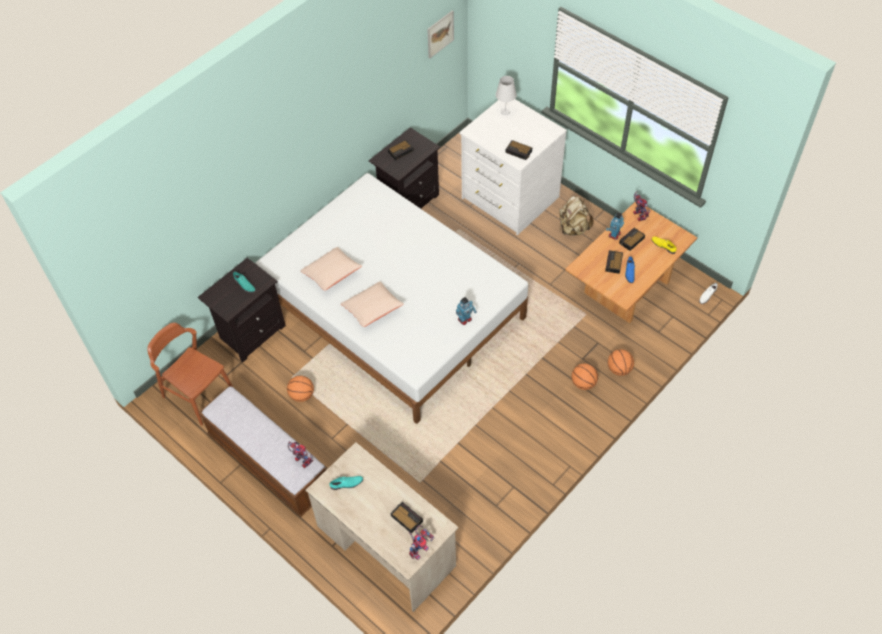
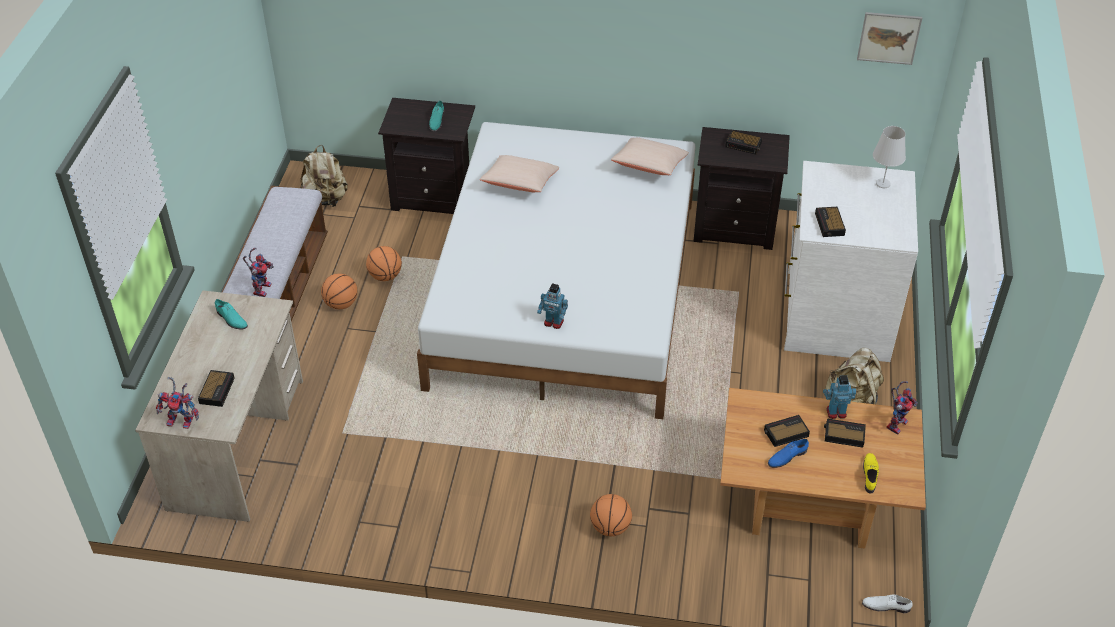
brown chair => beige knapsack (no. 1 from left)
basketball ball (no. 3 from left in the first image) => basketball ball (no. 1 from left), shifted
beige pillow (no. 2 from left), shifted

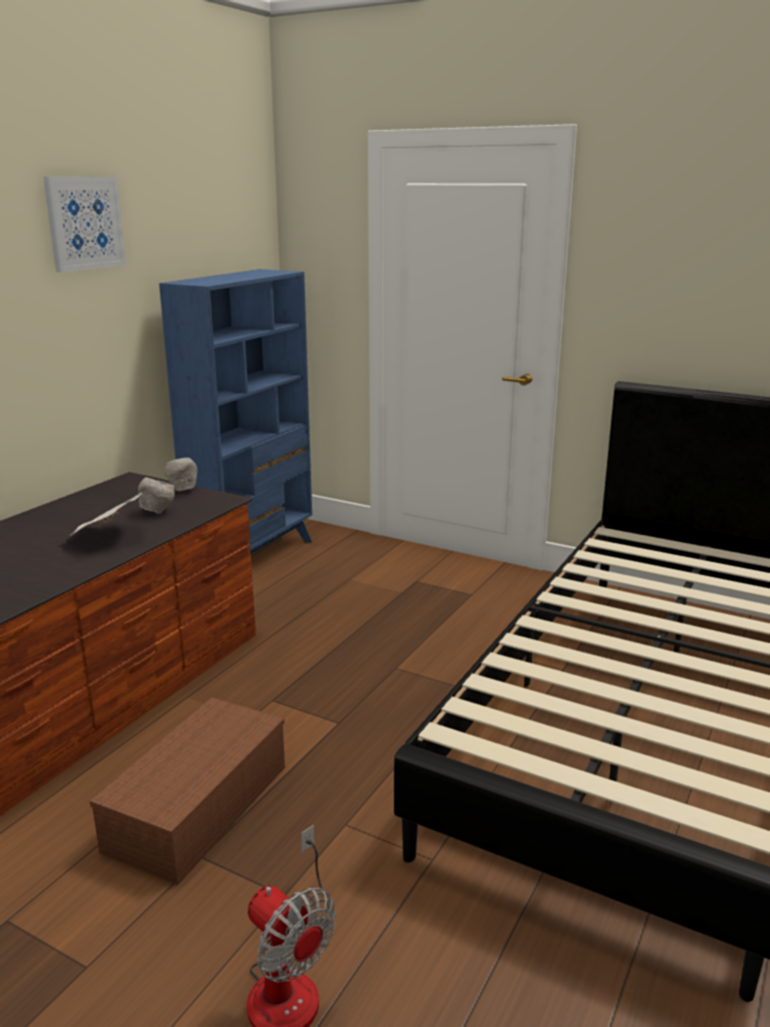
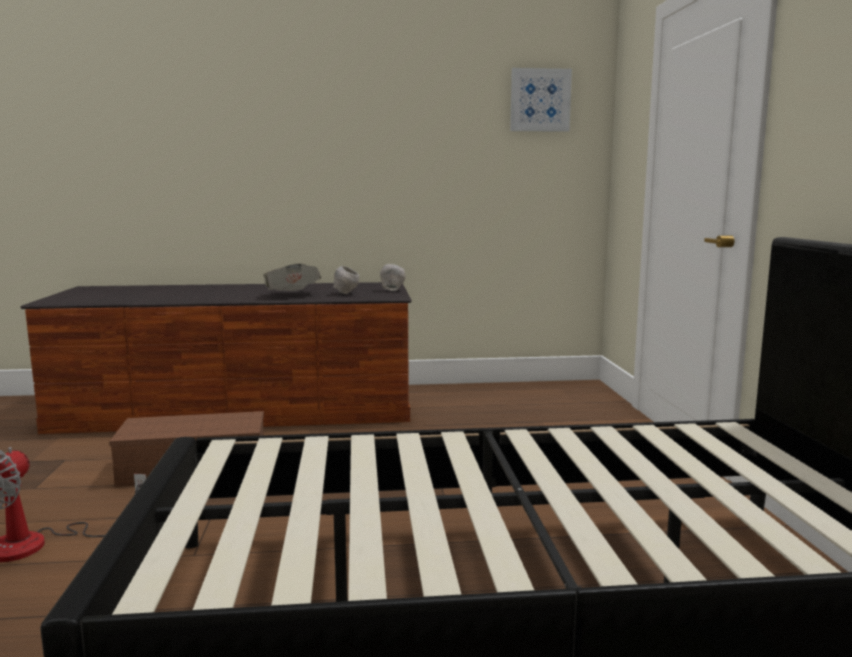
wall art, shifted
blue bookcase => nothing

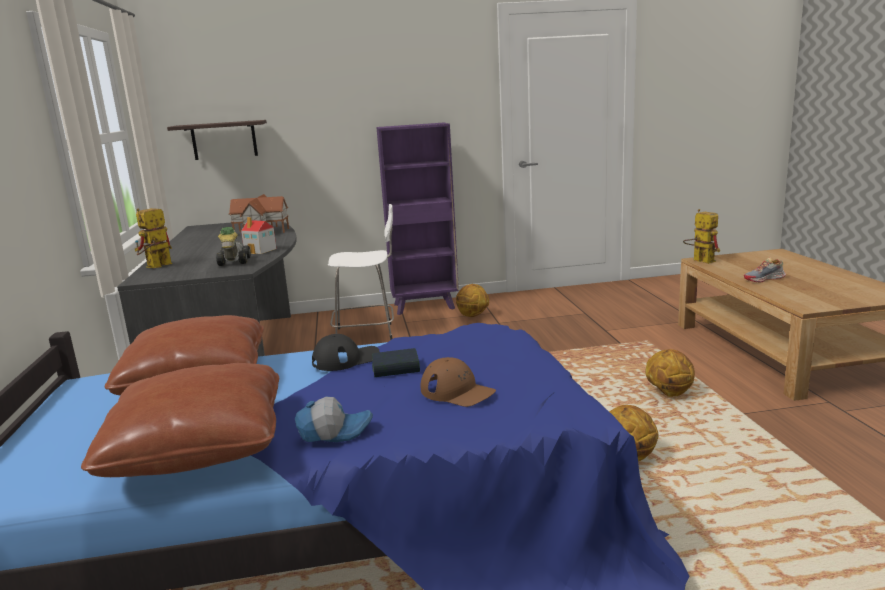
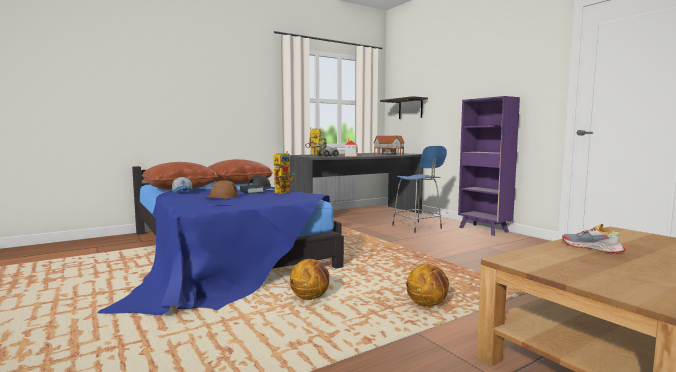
robot figure (no. 2 from left in the first image) => robot figure (no. 1 from left), shifted
white-coloured stool seat => blue stool seat
basketball ball (no. 1 from left) => nothing

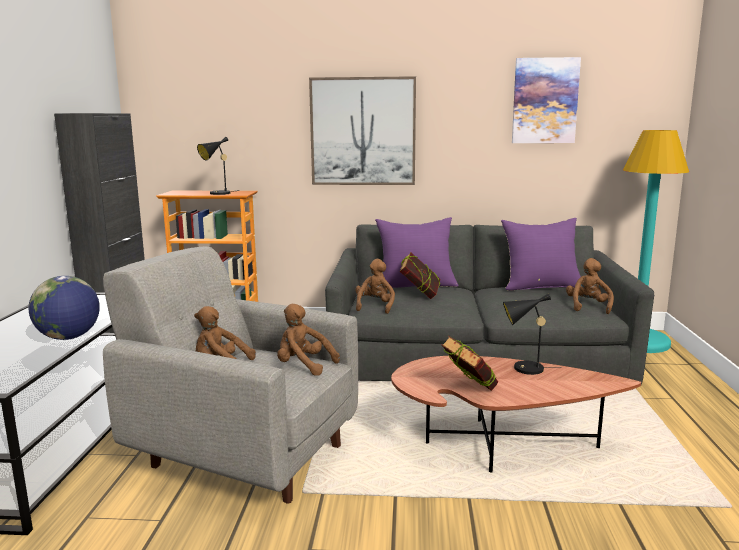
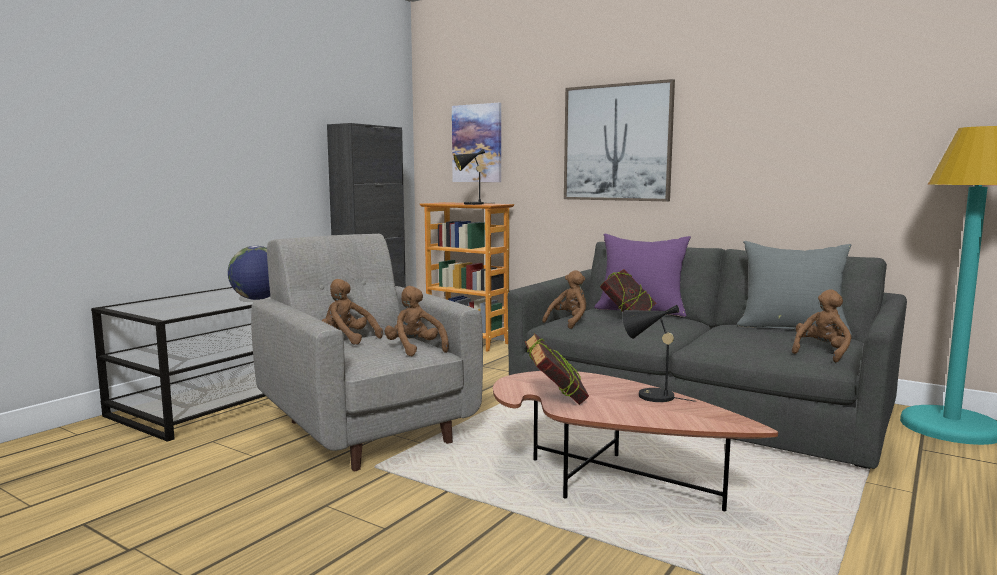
wall art (no. 2 from left in the first image) => wall art (no. 1 from left), shifted
purplish pillow (no. 2 from left) => grey pillow

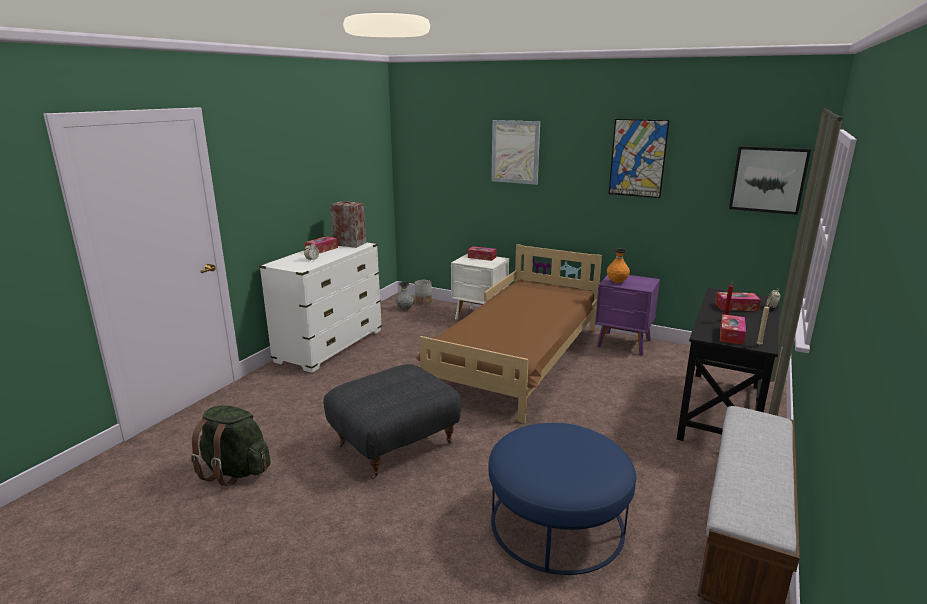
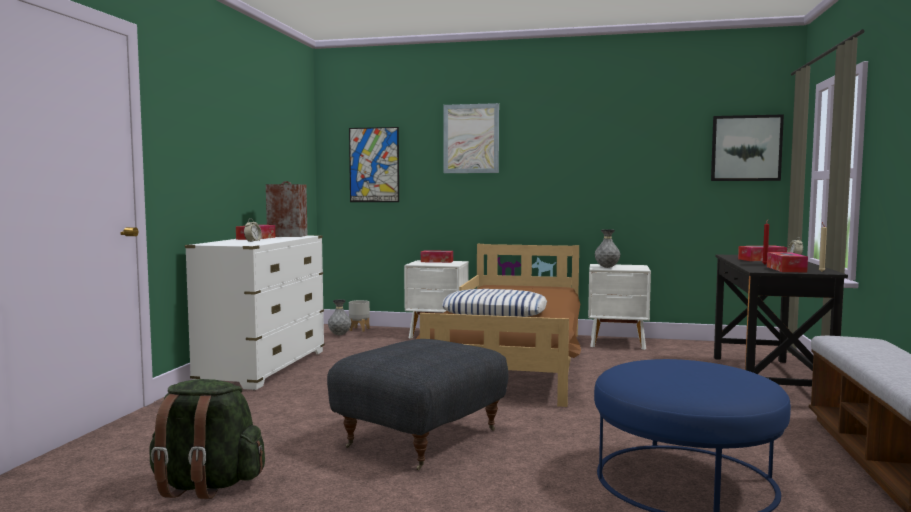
wall art (no. 2 from left in the first image) => wall art (no. 1 from left), shifted
nothing => pillow
purplish bedside table => white-coloured bedside table (no. 2 from left)
orangey vase => grey vase (no. 2 from left)

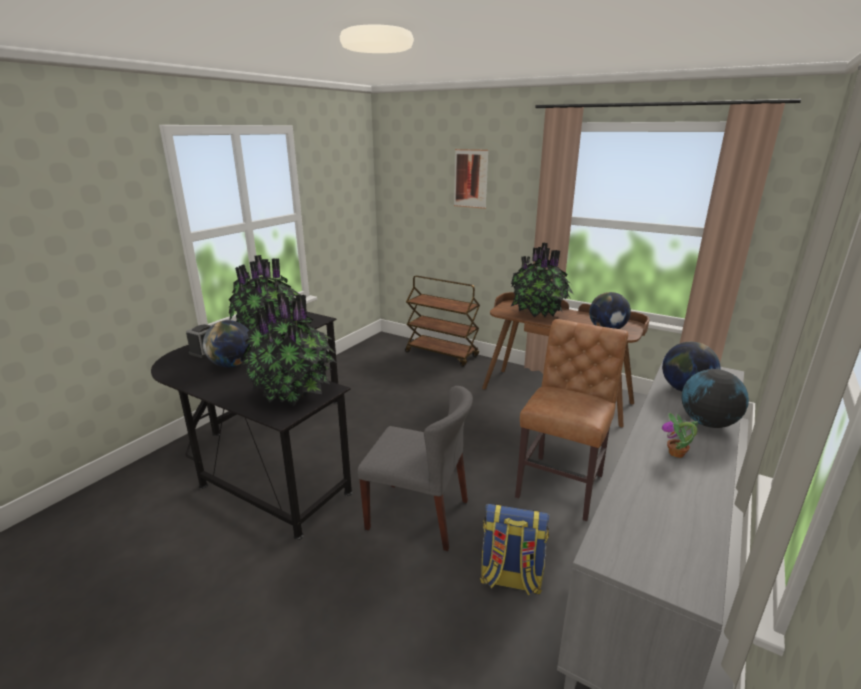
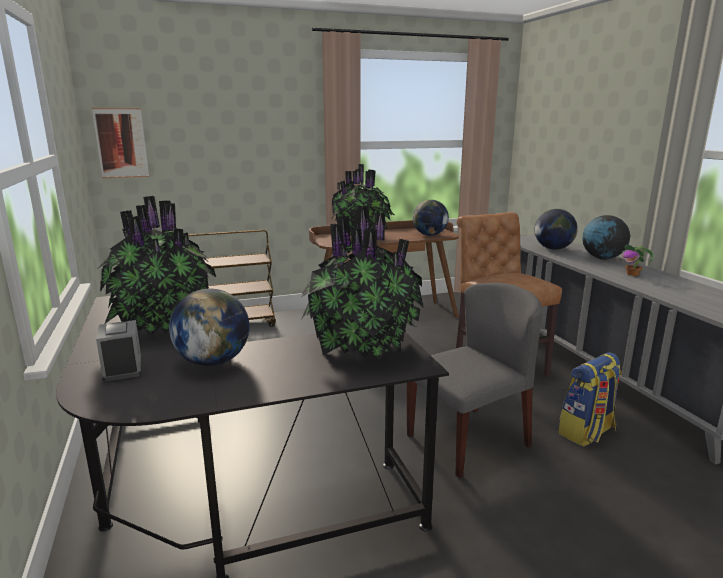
wall art, shifted

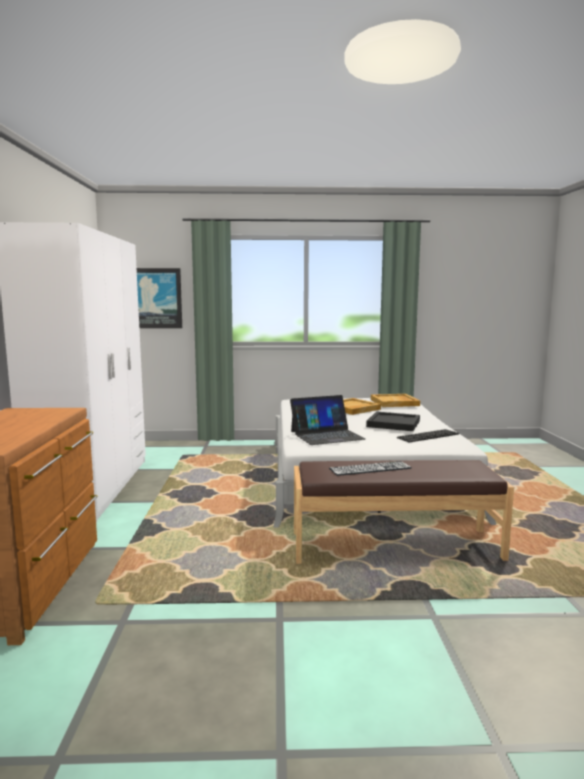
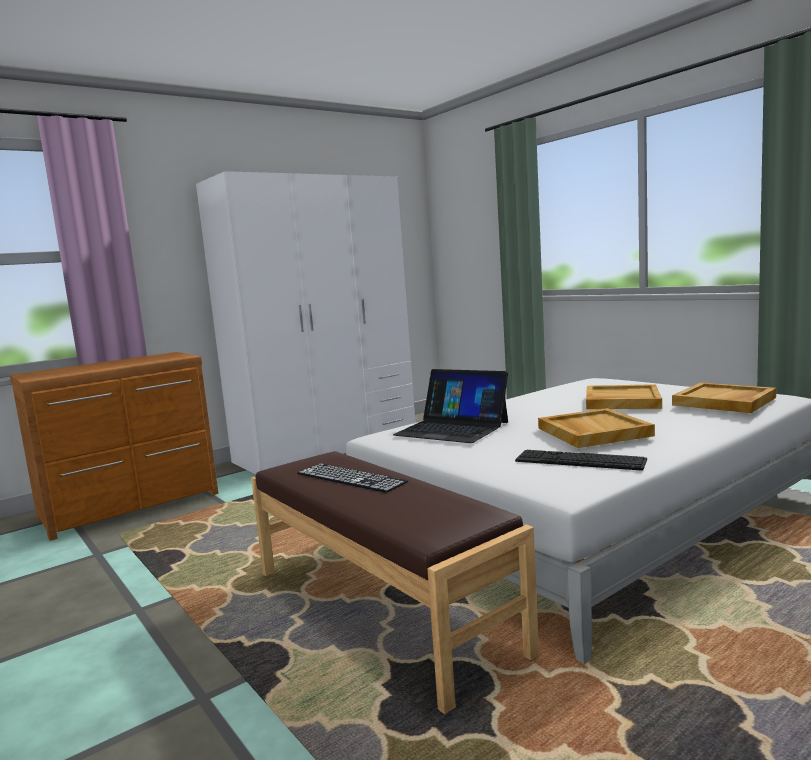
black carrying tray => beige carrying tray (no. 1 from left)
wall art => nothing

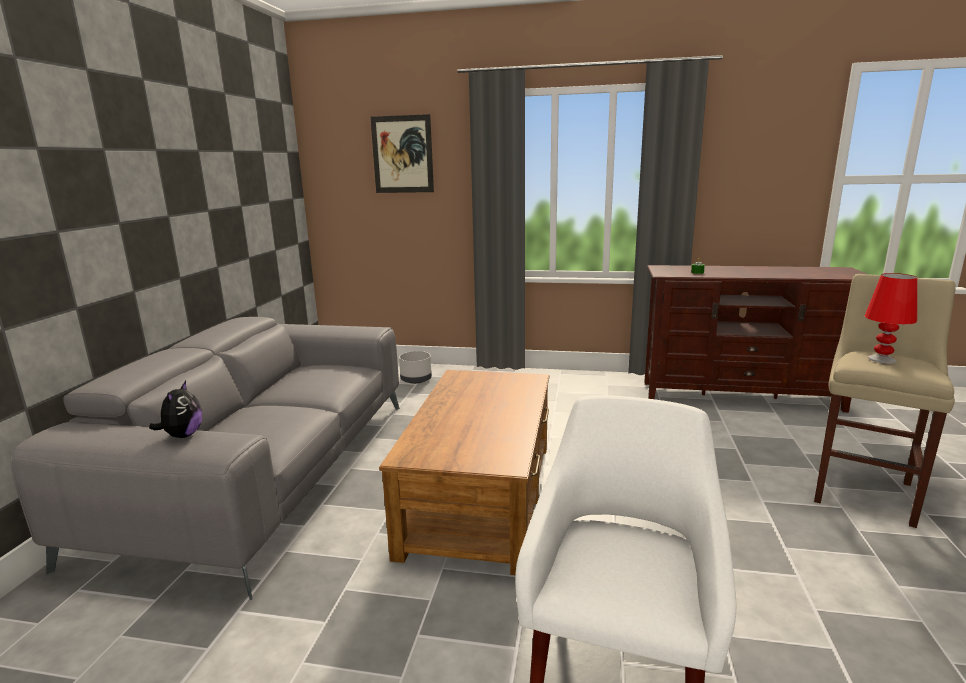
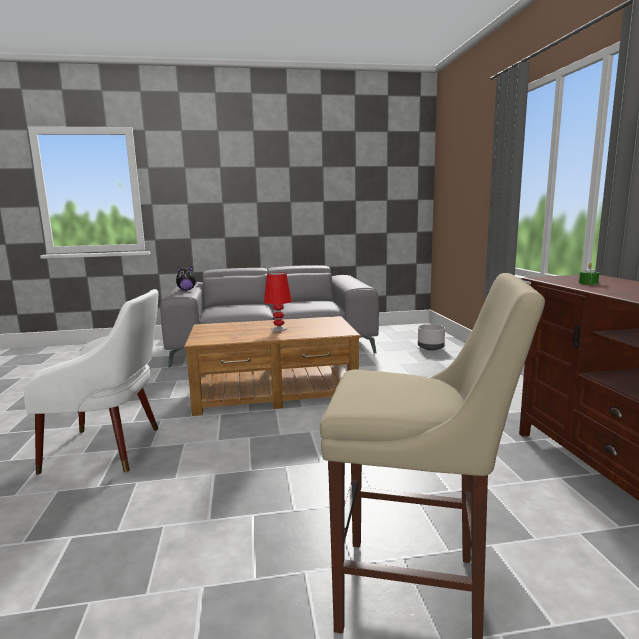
red tabletop lamp, shifted
wall art => nothing

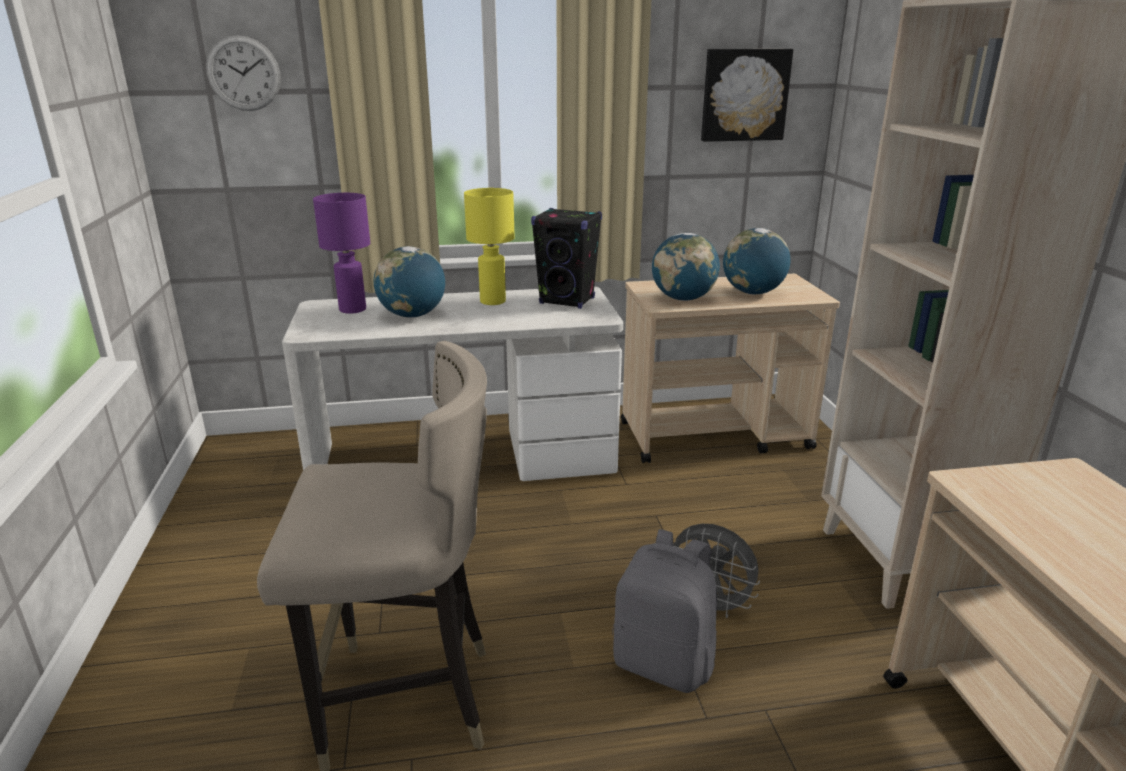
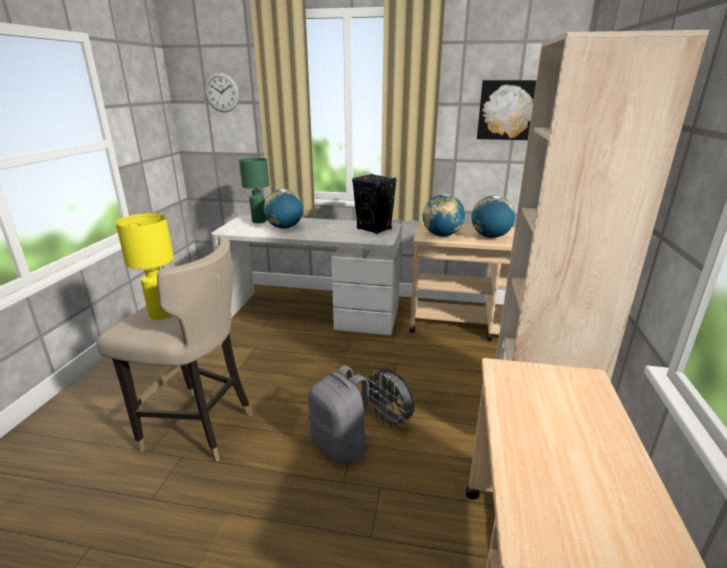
yellowish tabletop lamp, shifted
purplish tabletop lamp => green tabletop lamp

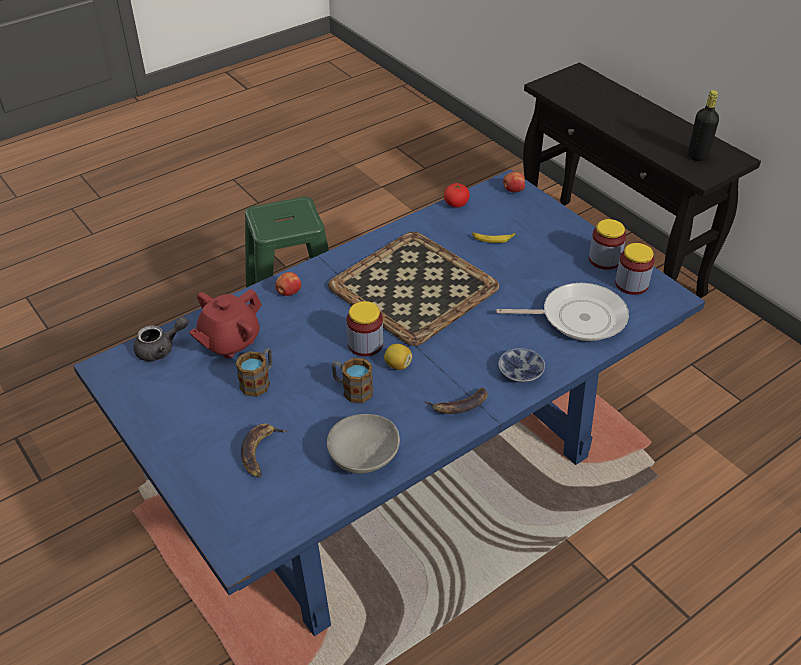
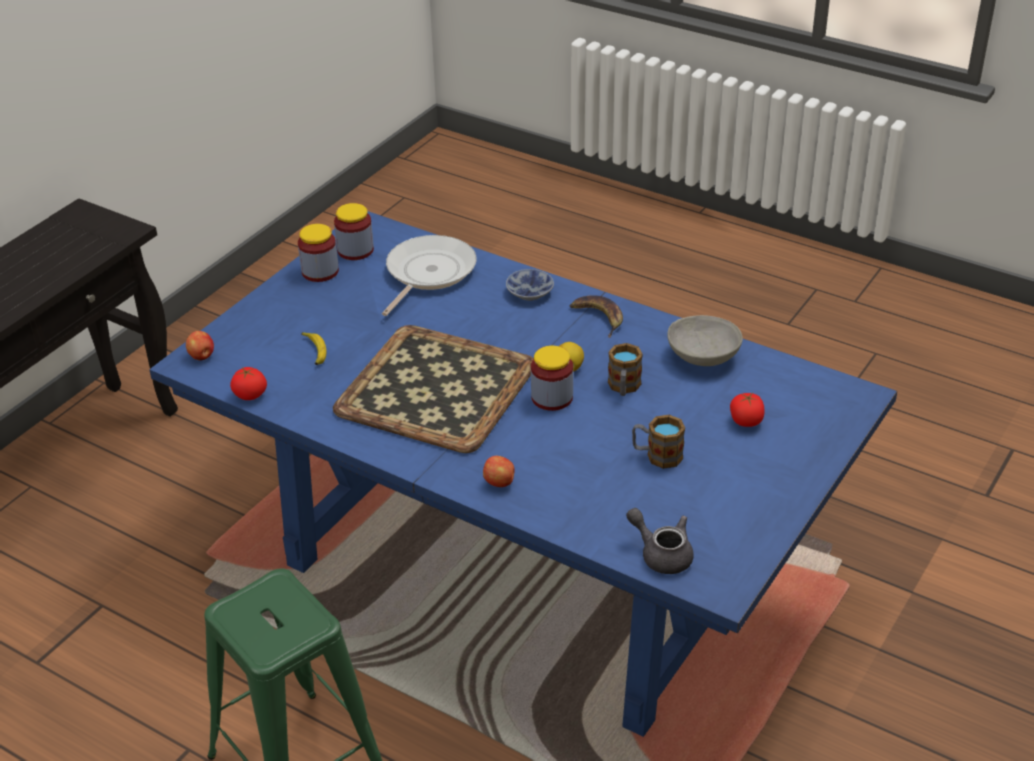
pan, 45 degrees clockwise
banana fruit (no. 1 from left) => whole tomato (no. 2 from left)
red tea pot => nothing
black beverage bottle => nothing

